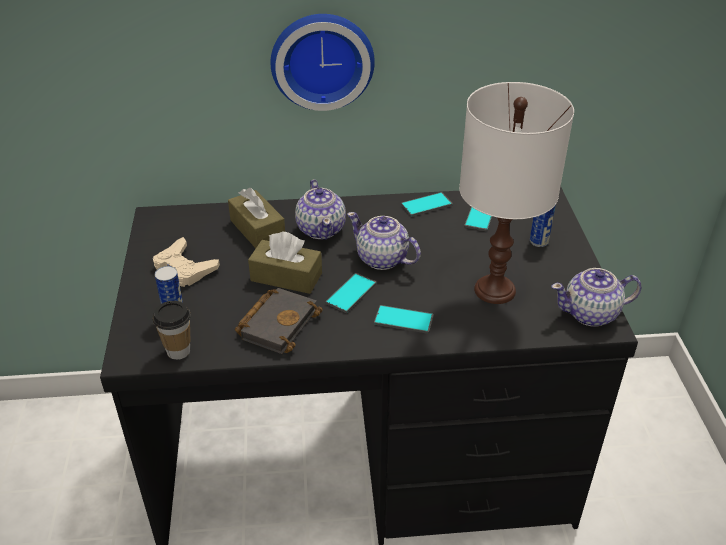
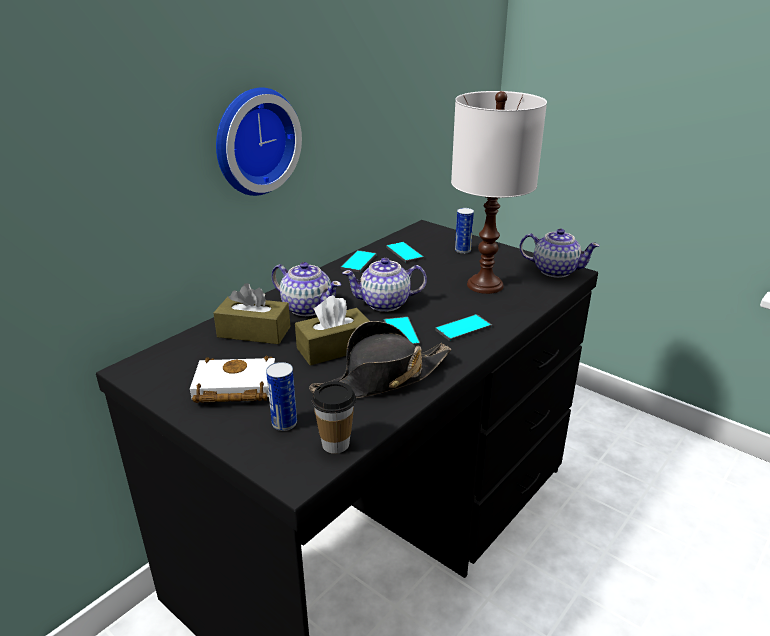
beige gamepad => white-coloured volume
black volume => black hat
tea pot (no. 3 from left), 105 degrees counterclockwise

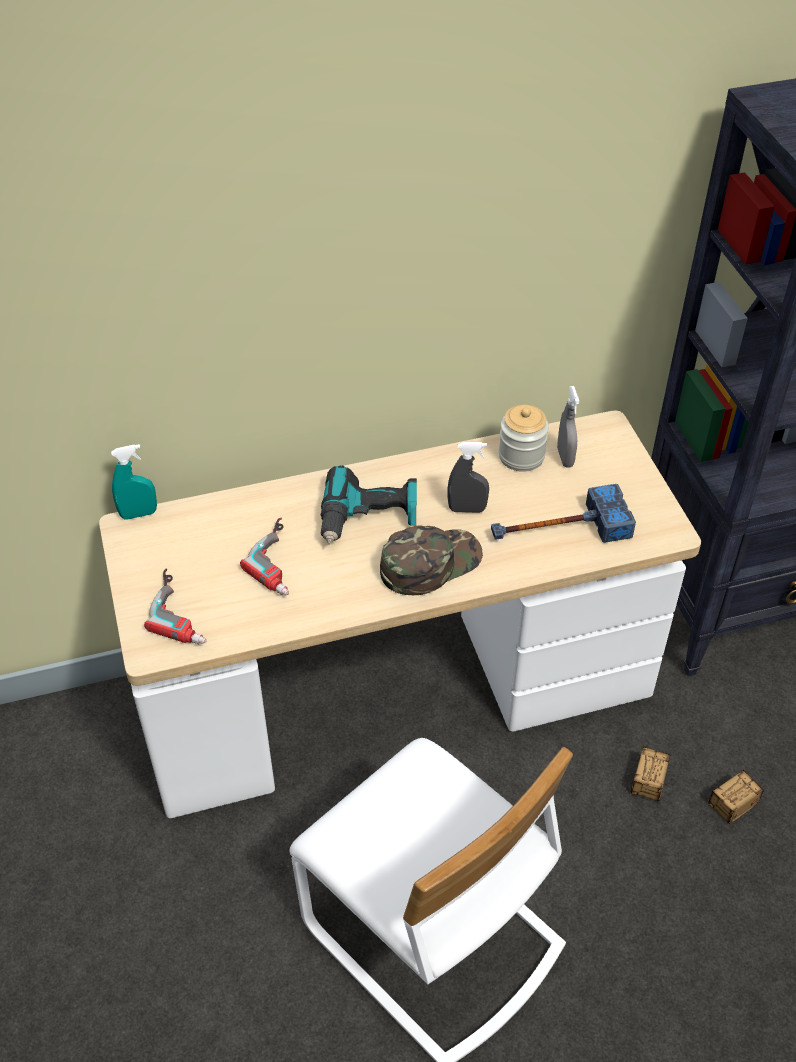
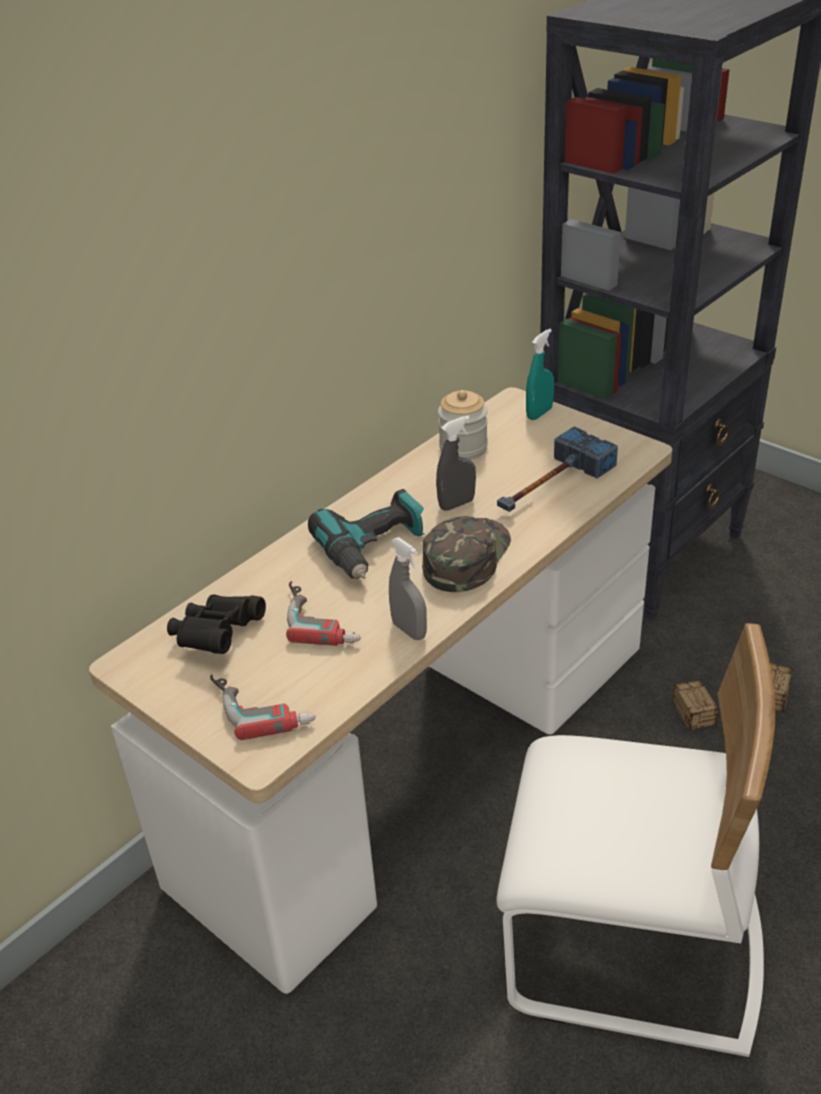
nothing => black binoculars
grey sprayer (no. 2 from left in the first image) => grey sprayer (no. 1 from left), shifted
turquoise-coloured sprayer, shifted

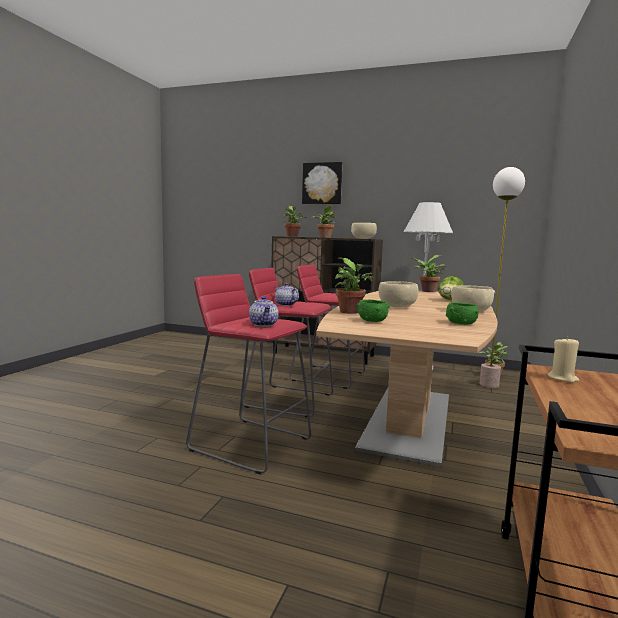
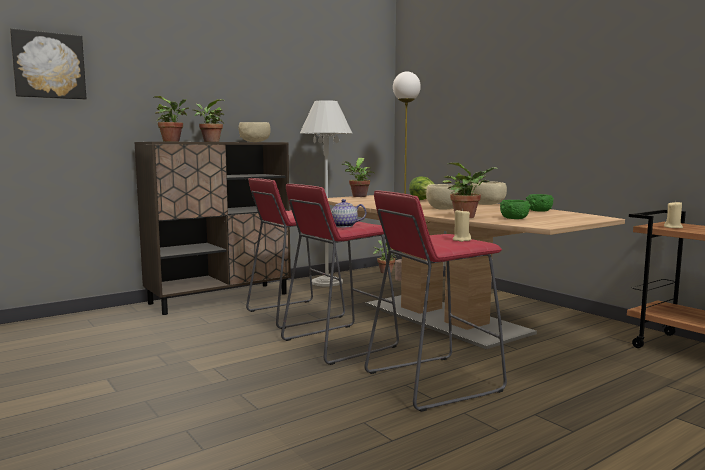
wall art, shifted
tea pot (no. 1 from left) => beige wax light (no. 1 from left)

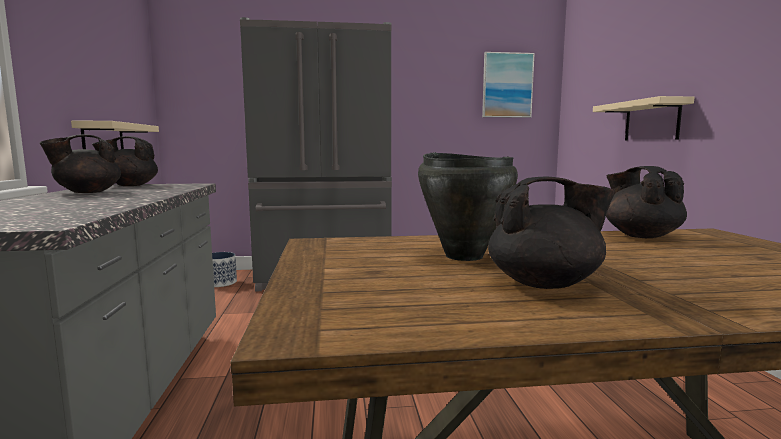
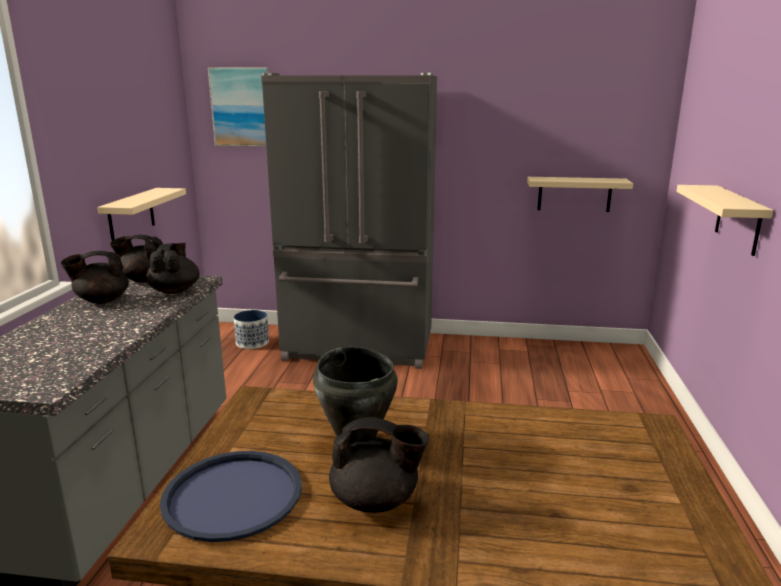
black tea pot (no. 4 from left in the first image) => black tea pot (no. 3 from left), shifted
nothing => blue carrying tray
wall art, shifted
nothing => beige bracket shelf (no. 2 from left)

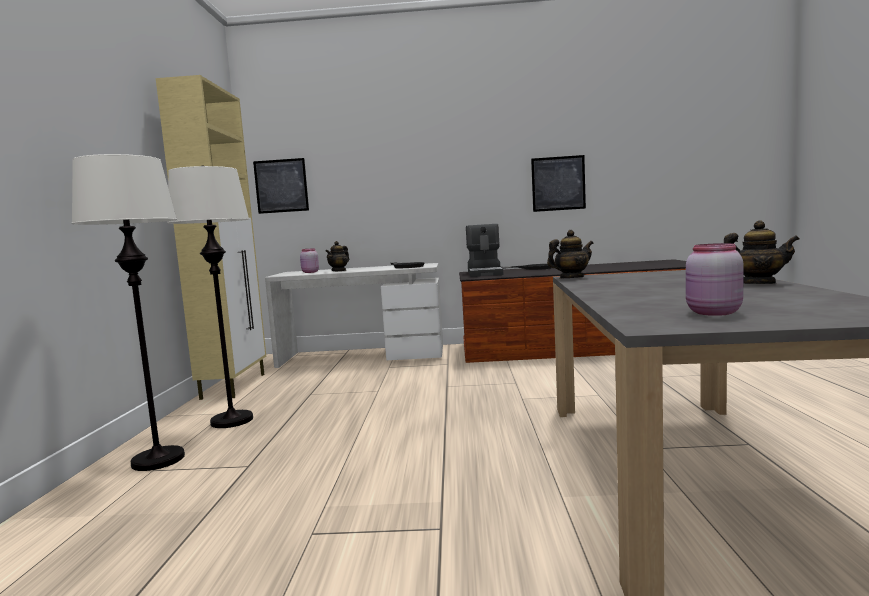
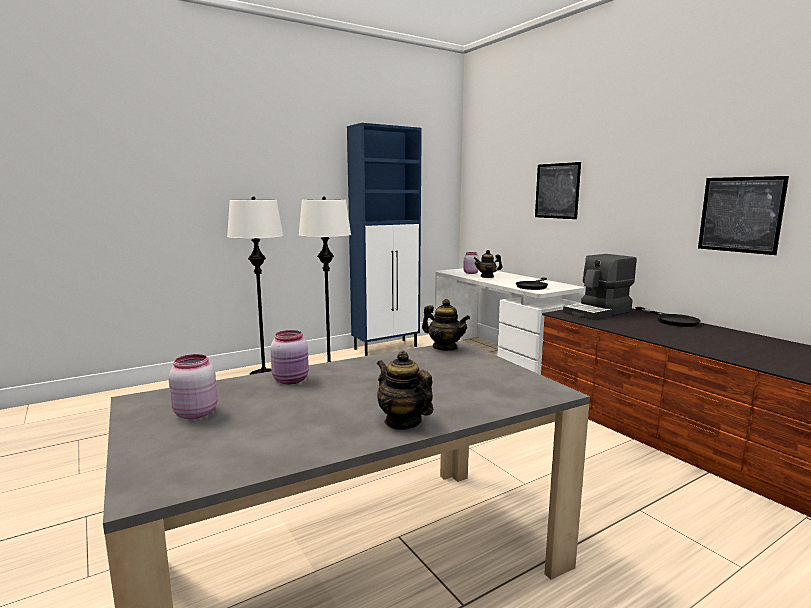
nothing => pink preserve jar (no. 2 from left)
beige cabinet => blue cabinet
tea pot (no. 3 from left in the first image) => tea pot (no. 1 from left), 150 degrees clockwise
wall art (no. 1 from left), shifted

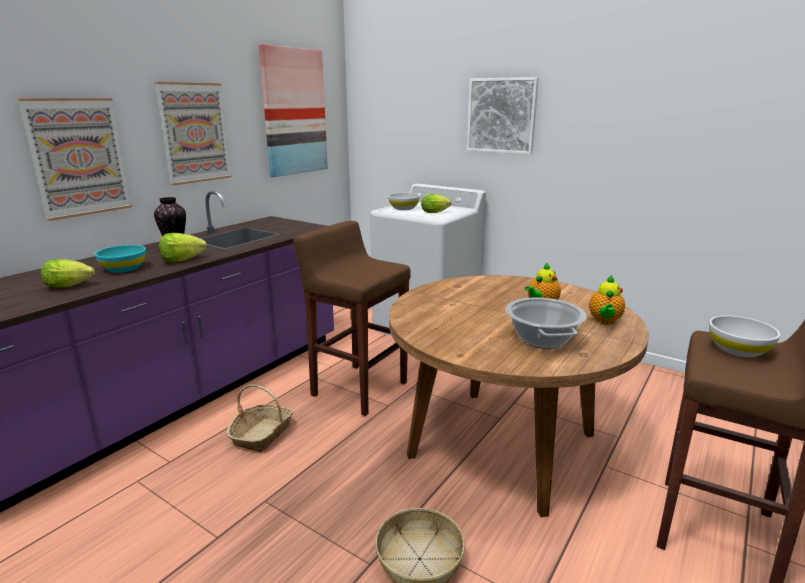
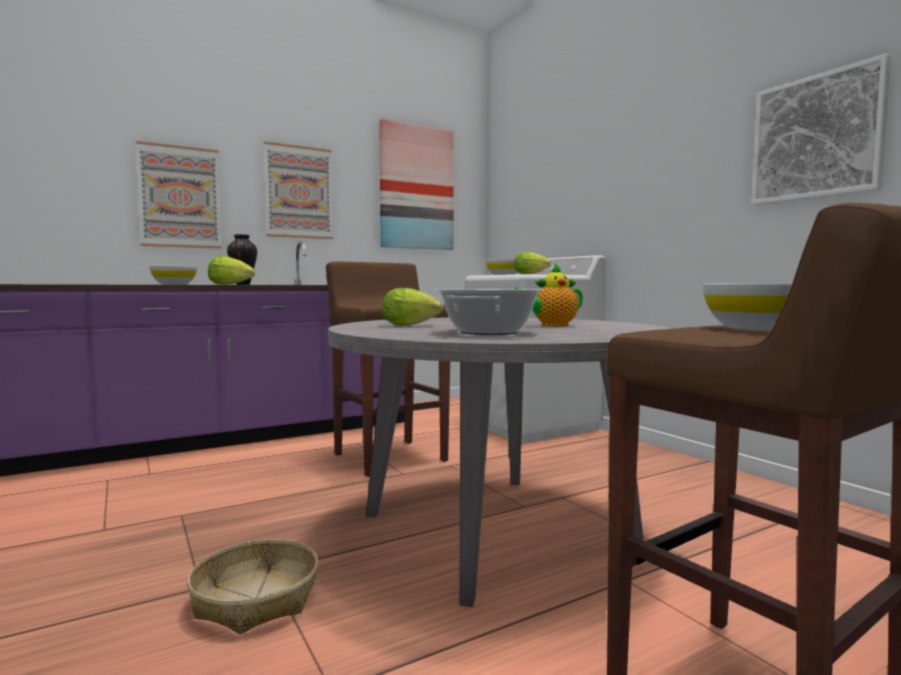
turquoise-coloured bowl => white-coloured bowl (no. 1 from left)
brown dining table => grey dining table
lettuce (no. 1 from left in the first image) => lettuce (no. 2 from left), shifted
wall art (no. 4 from left), shifted
storage basket (no. 1 from left) => nothing
tea pot (no. 2 from left) => nothing

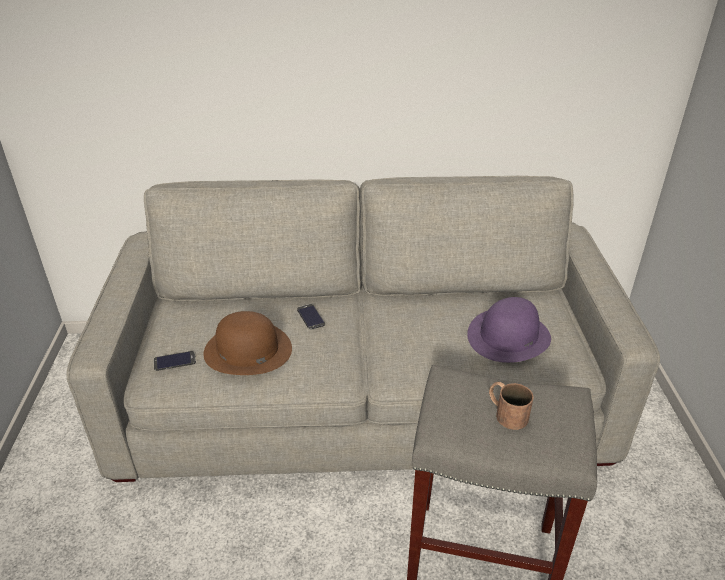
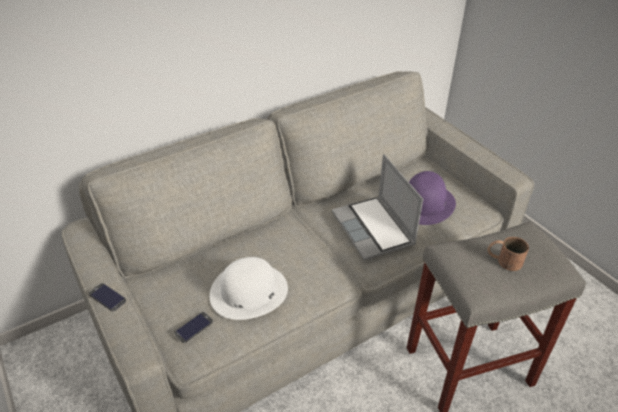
handset (no. 2 from left in the first image) => handset (no. 1 from left), shifted
brown hat => white-coloured hat
nothing => portable computer

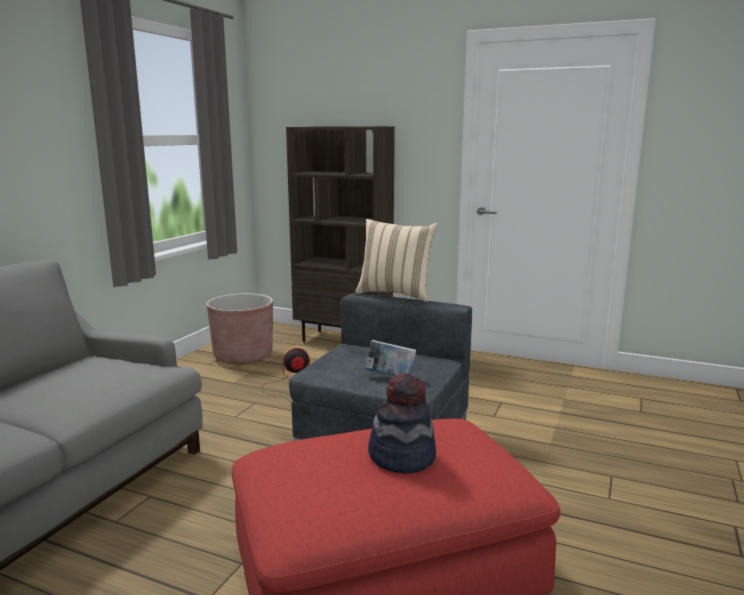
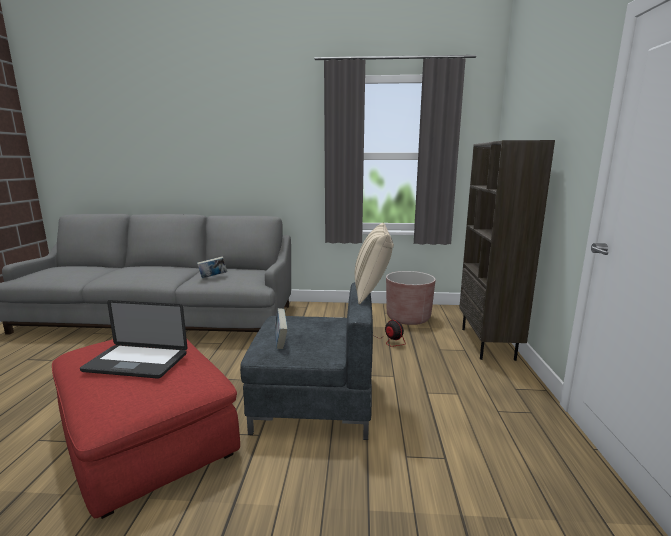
hat => portable computer
nothing => volume (no. 1 from left)

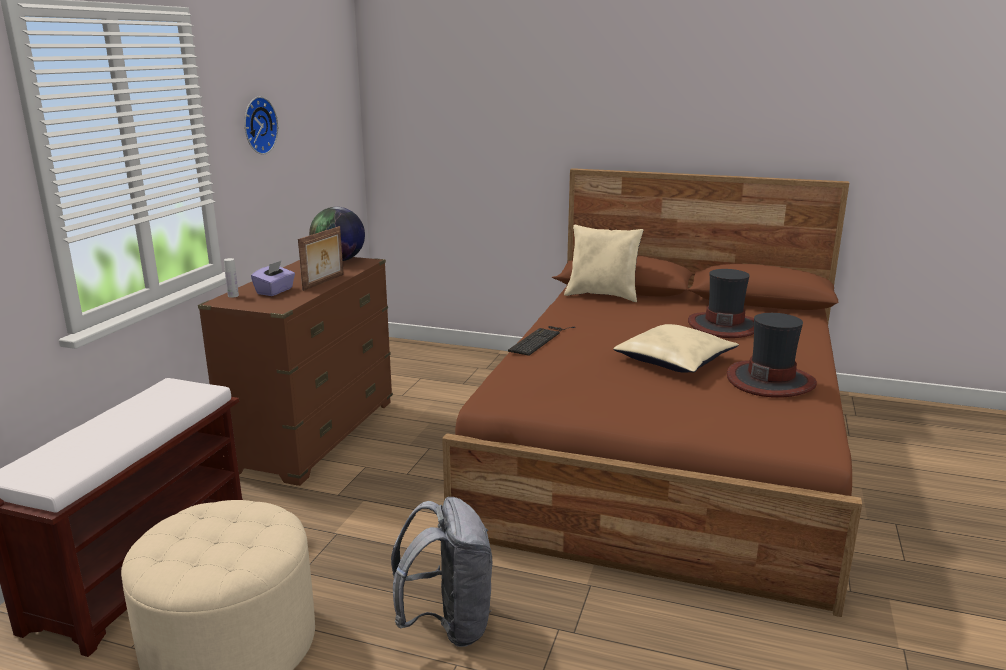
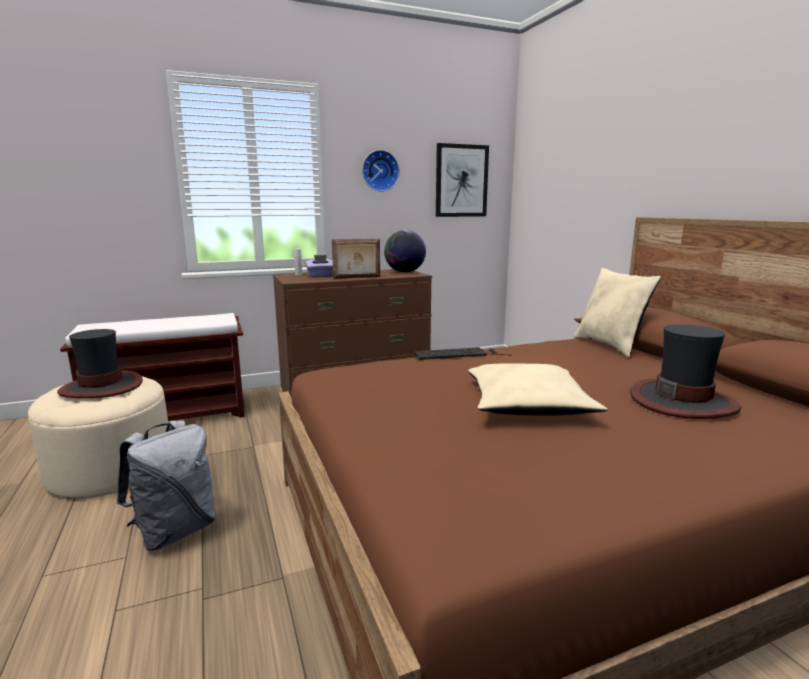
hat (no. 2 from left in the first image) => hat (no. 1 from left), shifted
nothing => wall art

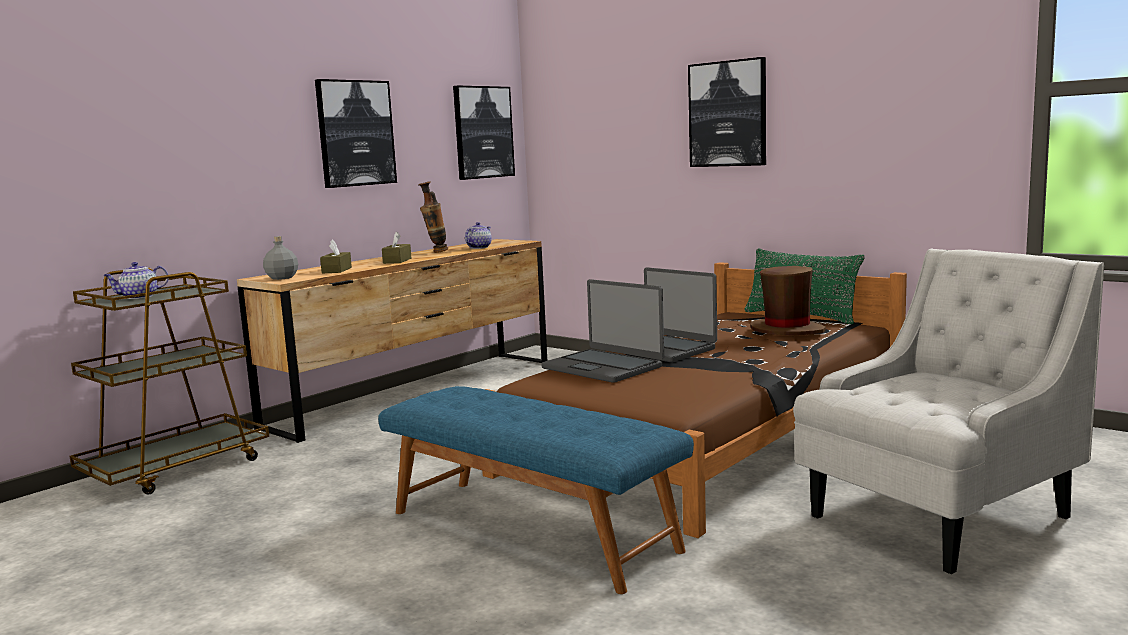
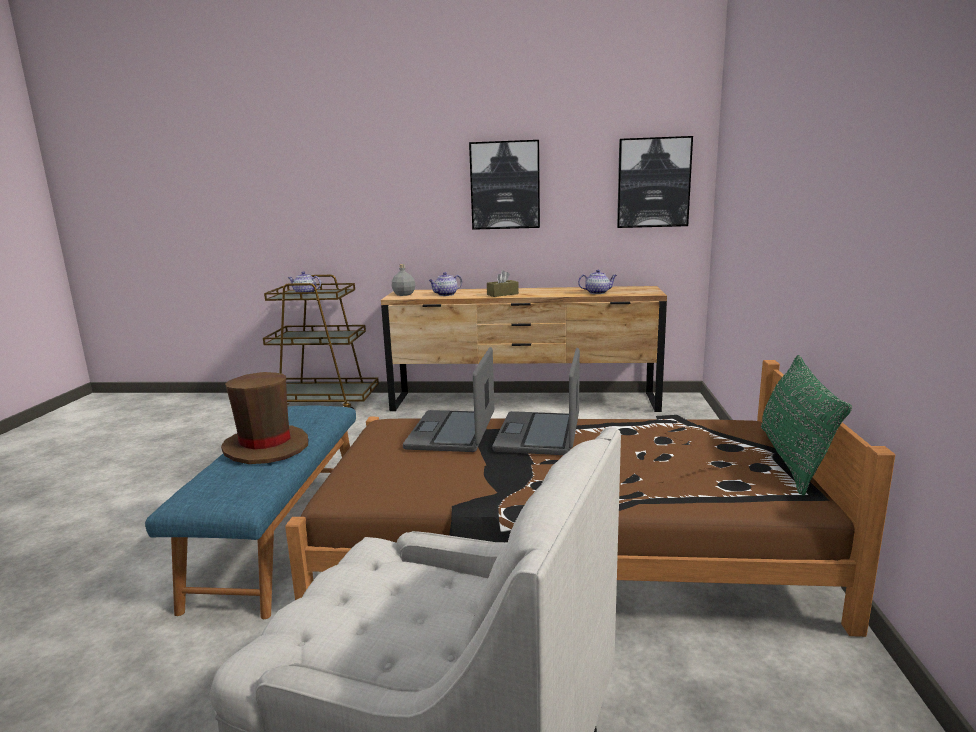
brown hat, shifted
brown tissue holder (no. 1 from left) => tea pot (no. 2 from left)
vase => nothing
wall art (no. 3 from left) => nothing

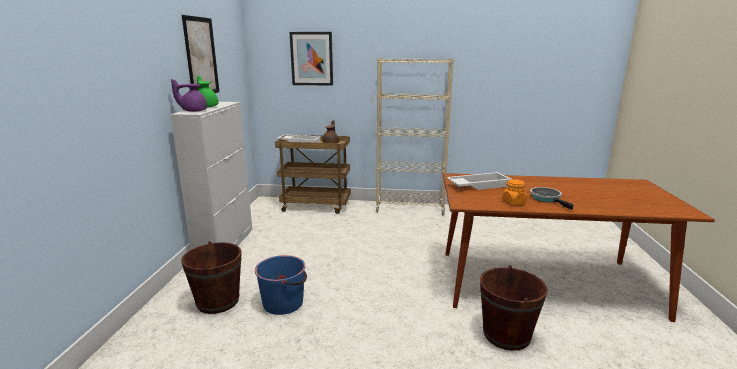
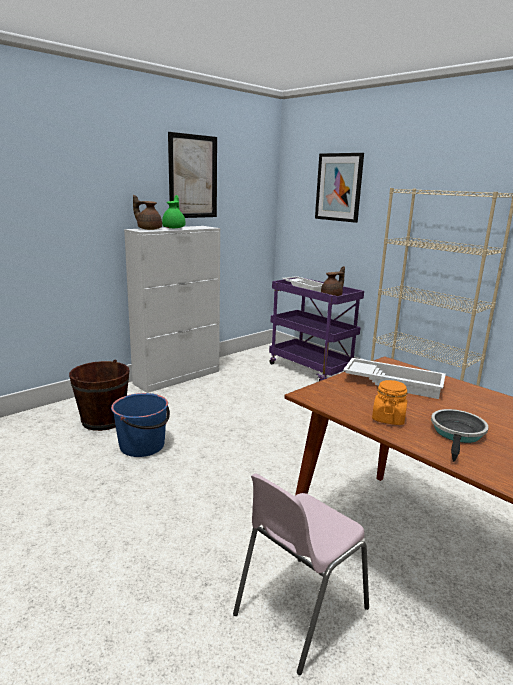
purplish tea pot => brown tea pot (no. 1 from left)
brown pail (no. 2 from left) => pink chair
brown cart => purplish cart

